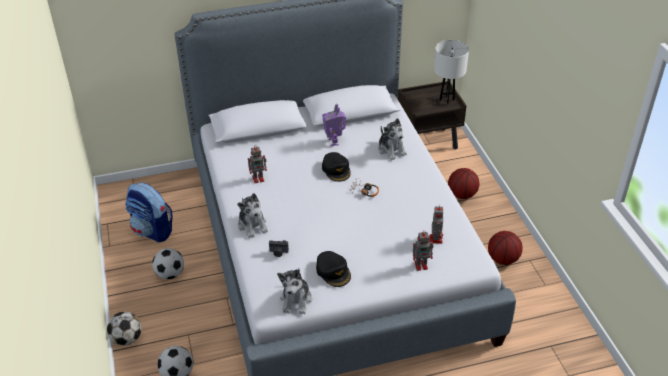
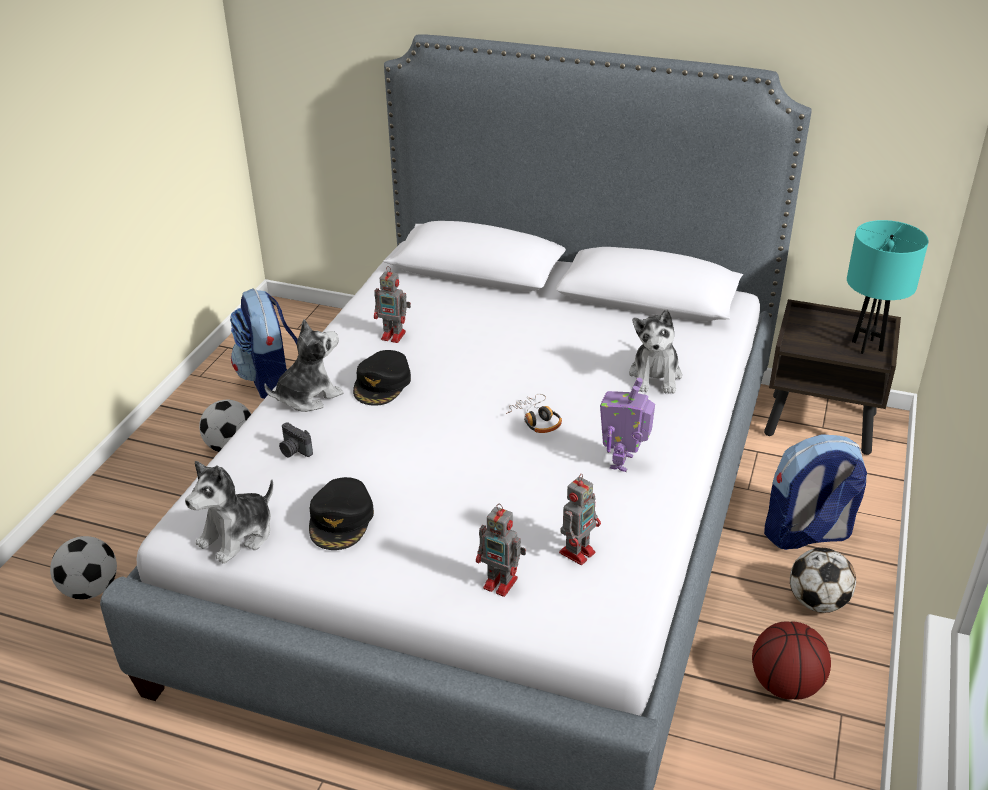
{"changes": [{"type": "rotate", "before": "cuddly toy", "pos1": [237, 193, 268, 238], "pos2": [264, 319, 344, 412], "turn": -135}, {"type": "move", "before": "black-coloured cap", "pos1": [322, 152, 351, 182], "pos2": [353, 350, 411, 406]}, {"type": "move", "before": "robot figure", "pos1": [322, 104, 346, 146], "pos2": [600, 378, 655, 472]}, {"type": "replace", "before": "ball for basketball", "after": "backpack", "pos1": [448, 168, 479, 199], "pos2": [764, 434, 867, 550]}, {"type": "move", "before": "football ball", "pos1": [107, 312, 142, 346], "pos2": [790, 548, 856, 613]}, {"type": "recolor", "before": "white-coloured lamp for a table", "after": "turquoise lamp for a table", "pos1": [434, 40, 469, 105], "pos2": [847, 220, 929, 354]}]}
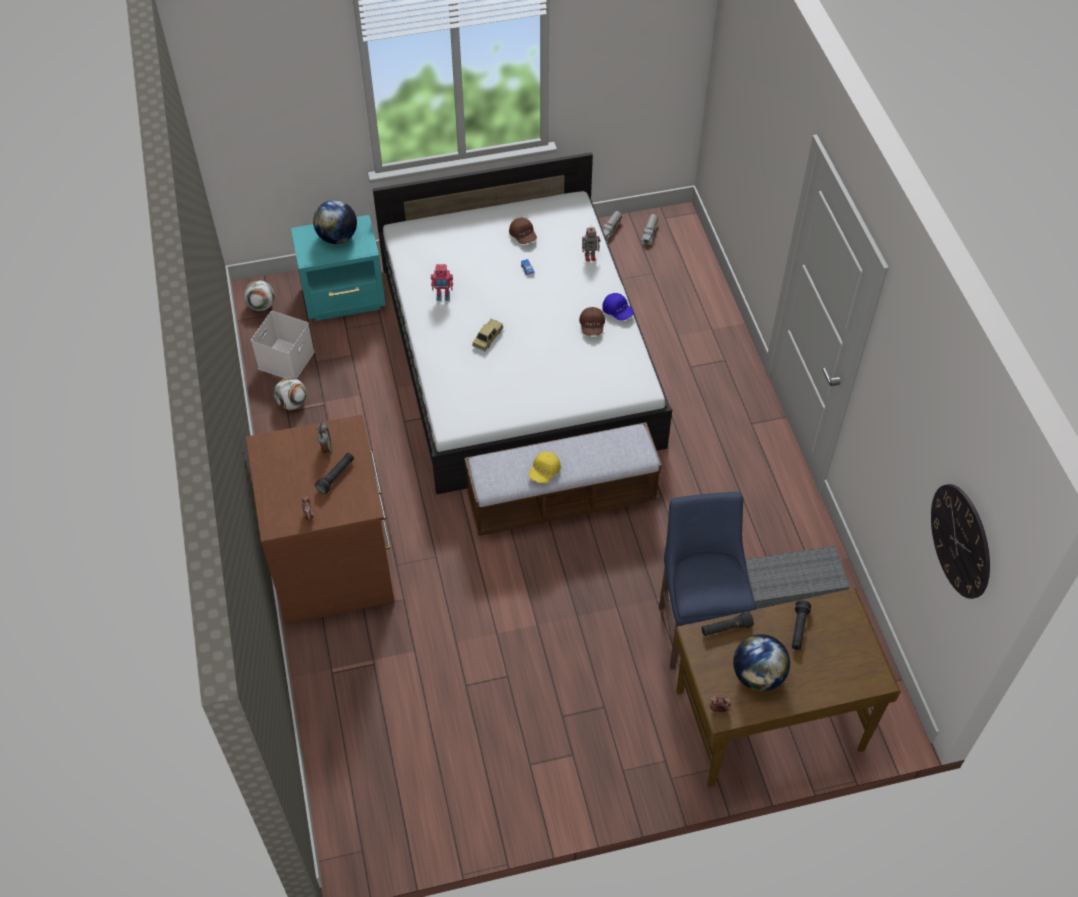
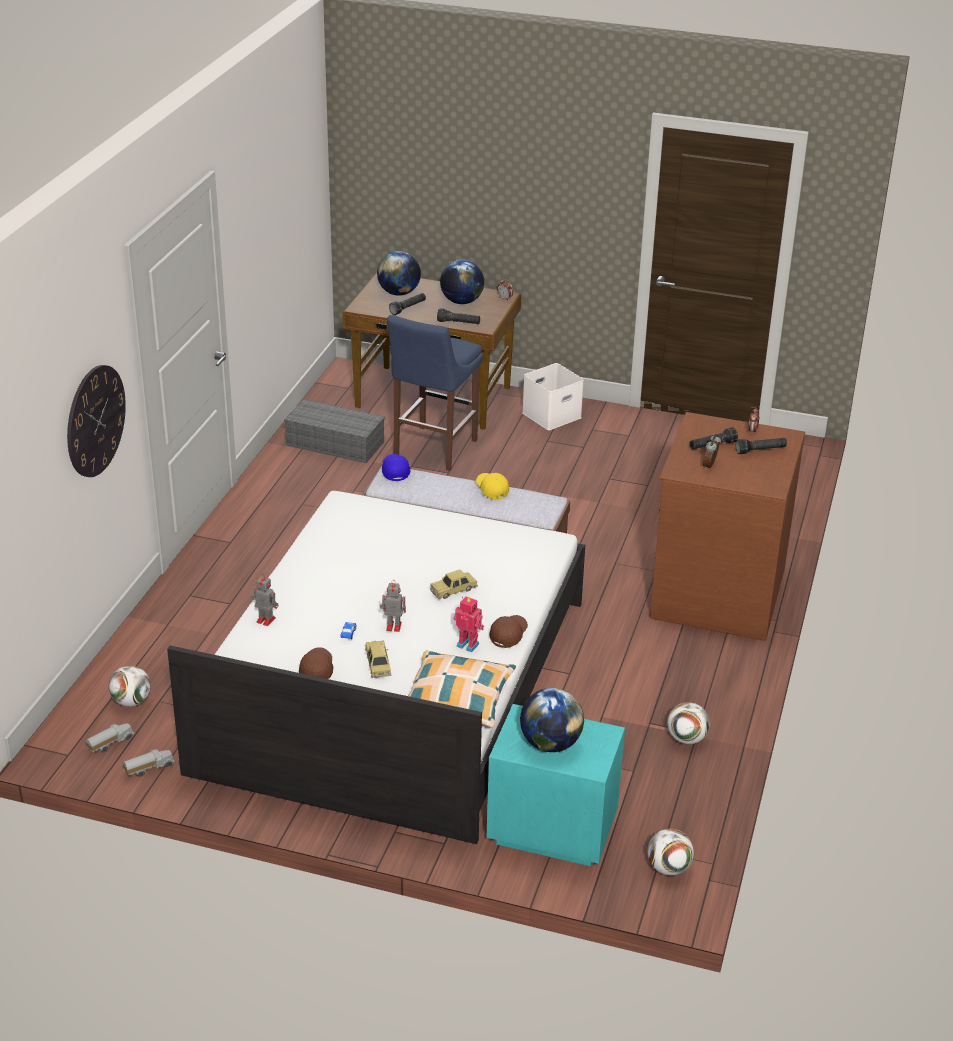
{"changes": [{"type": "move", "before": "clock on the wall", "pos1": [931, 484, 990, 599], "pos2": [67, 365, 126, 477]}, {"type": "insert", "after": "football ball", "pos2": [109, 665, 151, 707]}, {"type": "insert", "after": "model car", "pos2": [365, 641, 391, 678]}, {"type": "insert", "after": "globe", "pos2": [377, 251, 421, 296]}, {"type": "insert", "after": "robot figure", "pos2": [380, 580, 406, 632]}, {"type": "move", "before": "bluish cap", "pos1": [602, 293, 634, 321], "pos2": [382, 454, 411, 481]}, {"type": "insert", "after": "throw pillow", "pos2": [408, 650, 516, 728]}, {"type": "rotate", "before": "yellow cap", "pos1": [529, 452, 561, 484], "pos2": [476, 473, 509, 500], "turn": -90}, {"type": "move", "before": "brown-coloured cap", "pos1": [579, 307, 605, 336], "pos2": [489, 615, 528, 648]}, {"type": "move", "before": "white-coloured storage box", "pos1": [251, 311, 315, 379], "pos2": [522, 363, 584, 430]}, {"type": "insert", "after": "black-coloured torch", "pos2": [736, 438, 787, 454]}]}
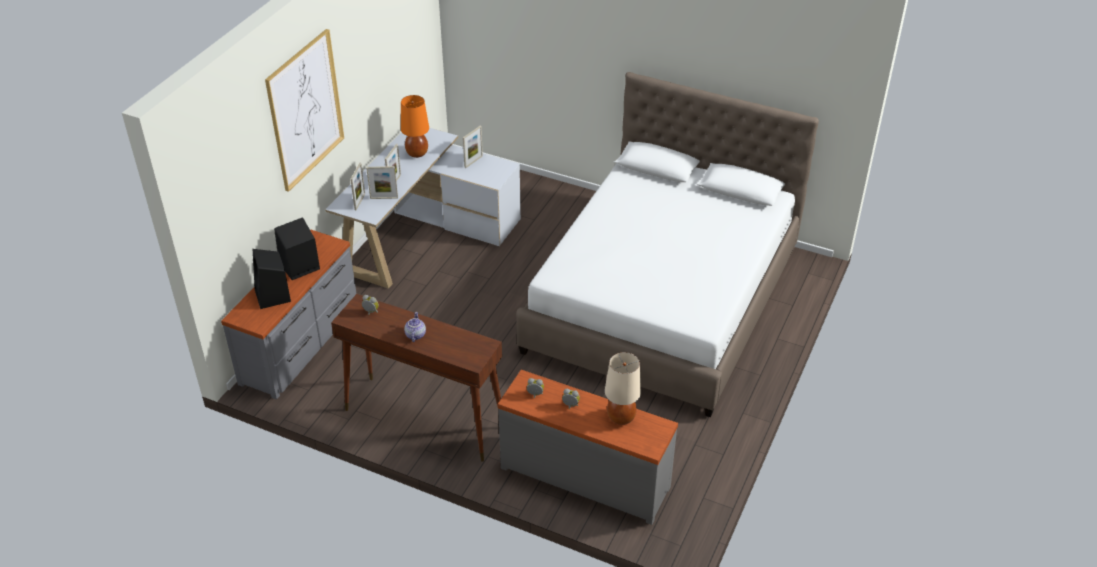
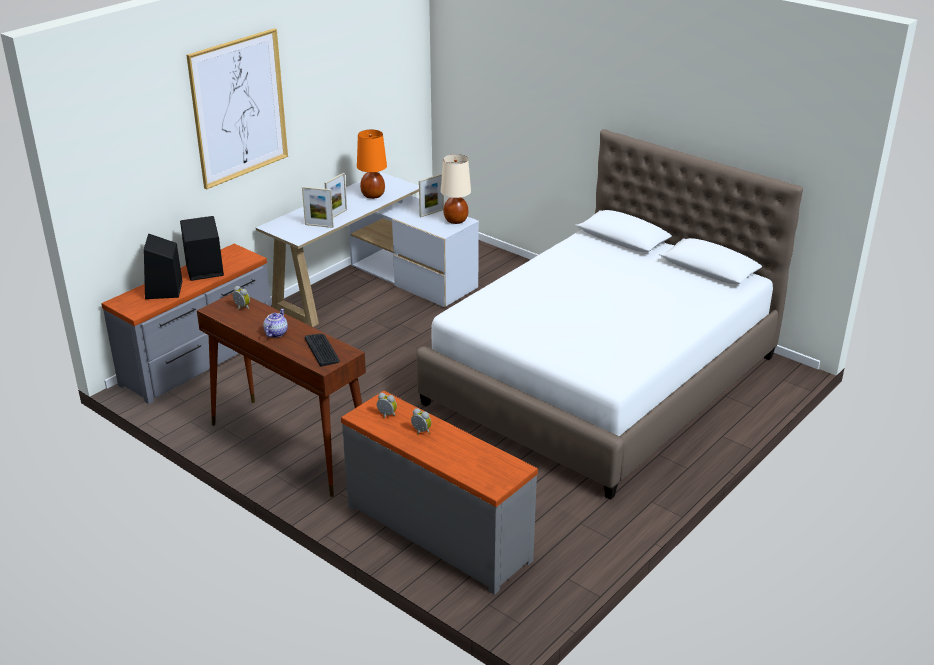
{"changes": [{"type": "insert", "after": "keyboard", "pos2": [305, 334, 340, 367]}, {"type": "move", "before": "beige lamp for a table", "pos1": [605, 352, 641, 425], "pos2": [441, 154, 471, 224]}, {"type": "delete", "before": "photo frame", "pos1": [350, 163, 365, 210]}]}
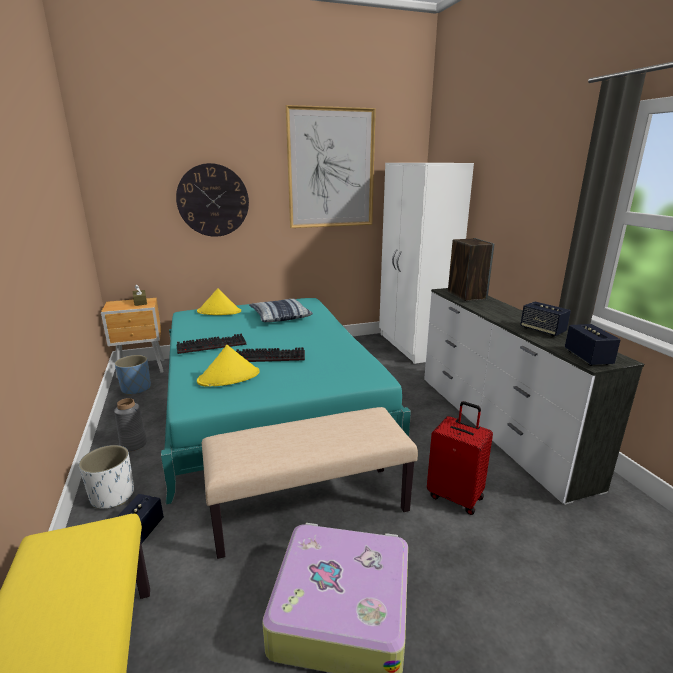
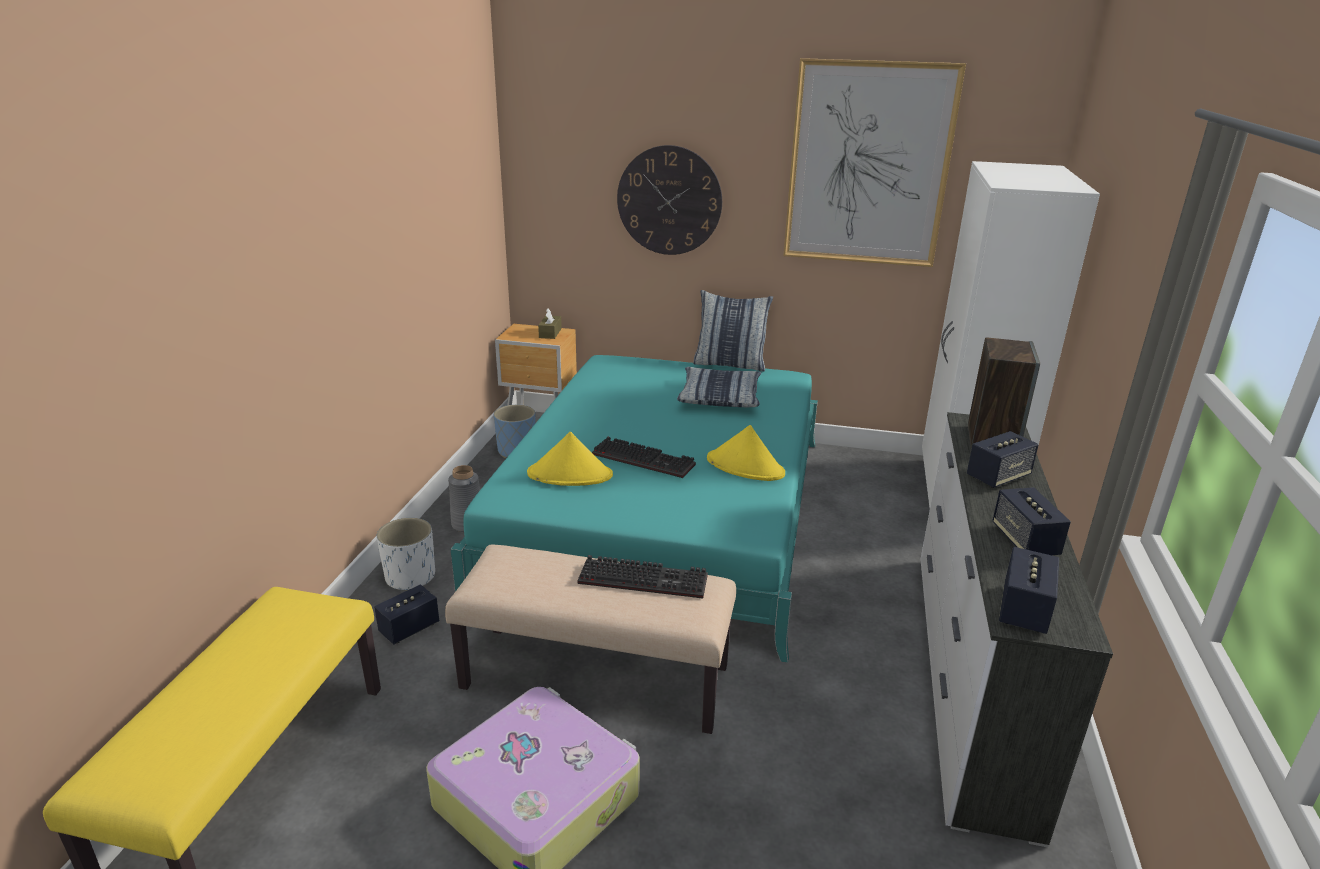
{"changes": [{"type": "move", "before": "keyboard", "pos1": [176, 334, 246, 354], "pos2": [577, 555, 708, 599]}, {"type": "insert", "after": "throw pillow", "pos2": [693, 290, 773, 372]}, {"type": "move", "before": "yellow wearable hat", "pos1": [197, 288, 241, 315], "pos2": [707, 425, 785, 481]}, {"type": "insert", "after": "audio speaker", "pos2": [967, 431, 1039, 488]}, {"type": "delete", "before": "reddish travel case", "pos1": [427, 401, 493, 515]}]}
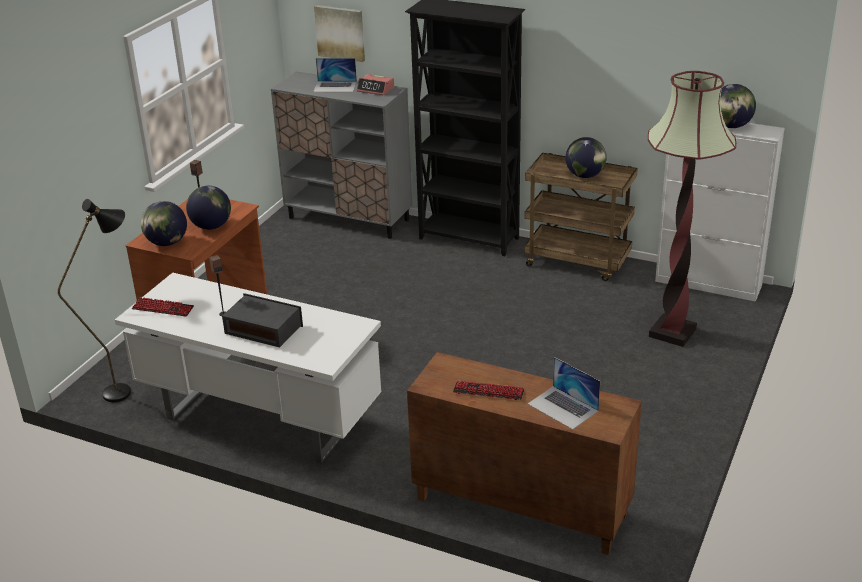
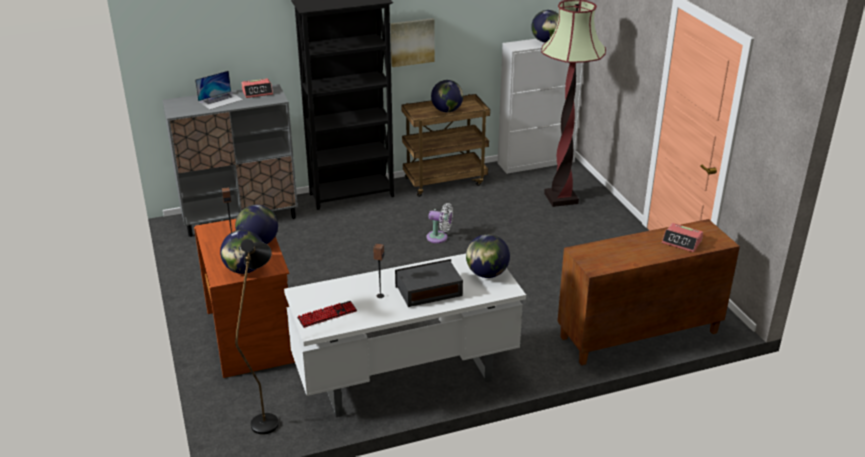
{"changes": [{"type": "move", "before": "wall art", "pos1": [314, 5, 365, 62], "pos2": [390, 18, 434, 67]}, {"type": "insert", "after": "white-coloured electric fan", "pos2": [426, 203, 453, 243]}, {"type": "insert", "after": "globe", "pos2": [466, 234, 510, 278]}, {"type": "replace", "before": "portable computer", "after": "bedside clock", "pos1": [527, 357, 600, 430], "pos2": [662, 223, 703, 252]}, {"type": "delete", "before": "keyboard", "pos1": [453, 380, 524, 400]}]}
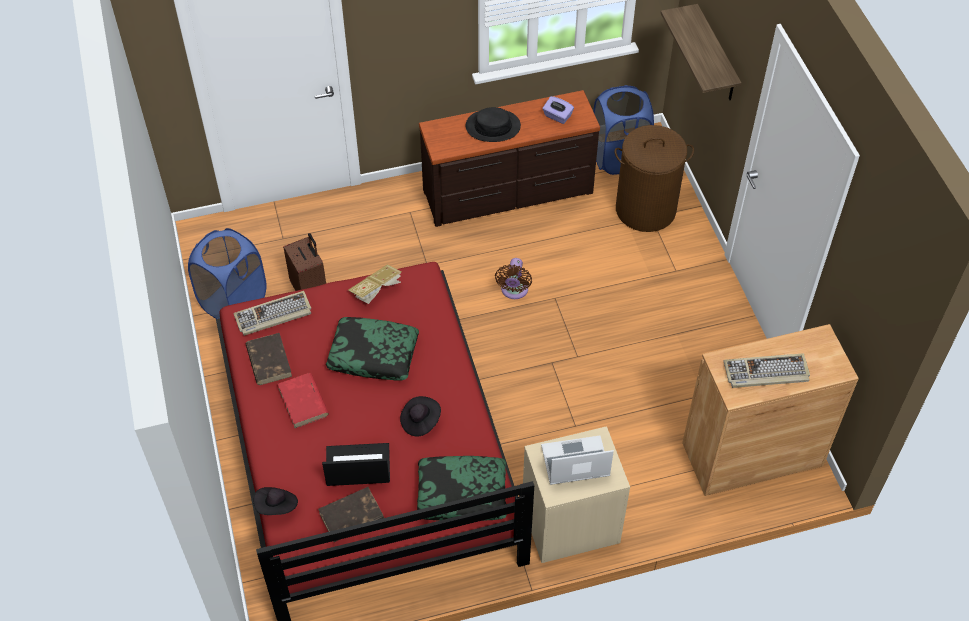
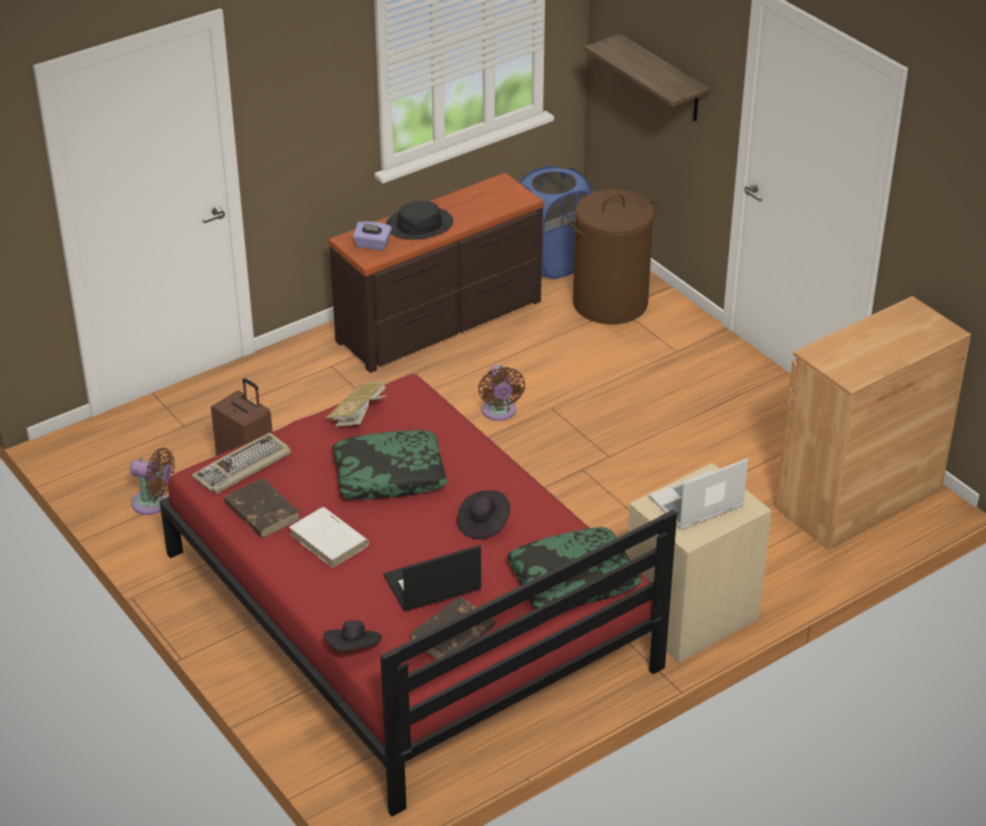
{"changes": [{"type": "replace", "before": "bluish hamper", "after": "brown-coloured electric fan", "pos1": [188, 228, 267, 319], "pos2": [130, 448, 175, 515]}, {"type": "recolor", "before": "reddish bound book", "after": "white-coloured bound book", "pos1": [278, 373, 329, 428], "pos2": [289, 507, 369, 568]}, {"type": "move", "before": "purple box of tissues", "pos1": [542, 96, 574, 124], "pos2": [353, 221, 392, 250]}, {"type": "delete", "before": "keyboard", "pos1": [723, 353, 810, 388]}]}
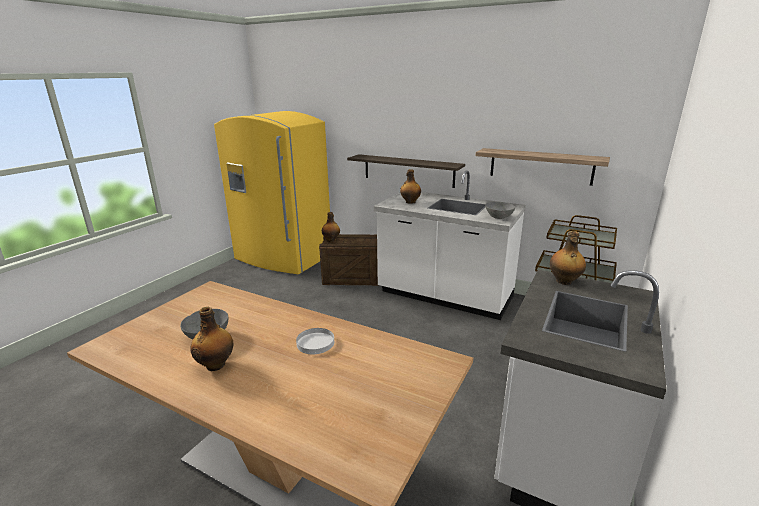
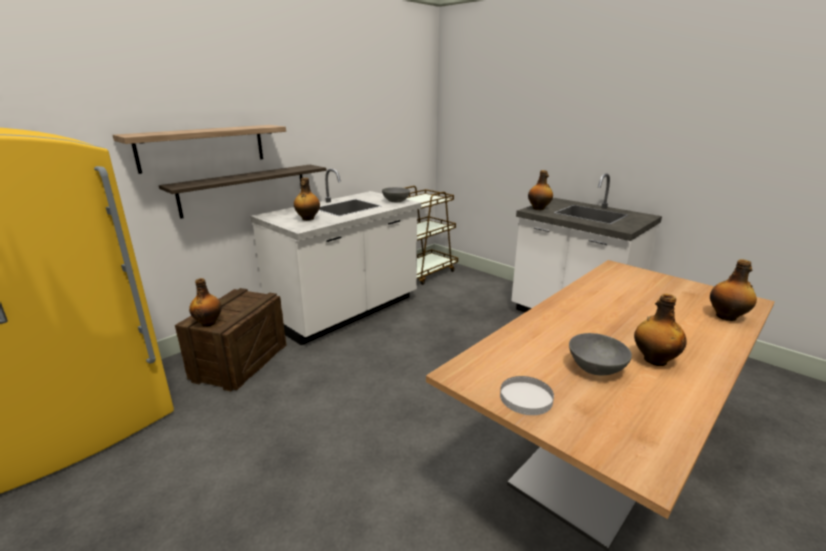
{"changes": [{"type": "move", "before": "shelf", "pos1": [476, 148, 610, 186], "pos2": [113, 125, 286, 174]}, {"type": "move", "before": "white-coloured flat dish", "pos1": [296, 328, 334, 354], "pos2": [500, 376, 554, 415]}, {"type": "insert", "after": "bottle", "pos2": [710, 259, 757, 321]}]}
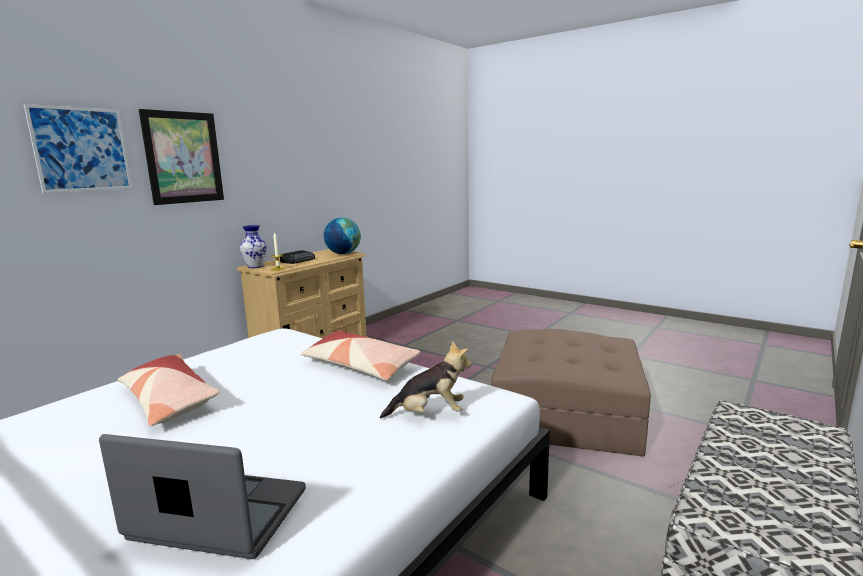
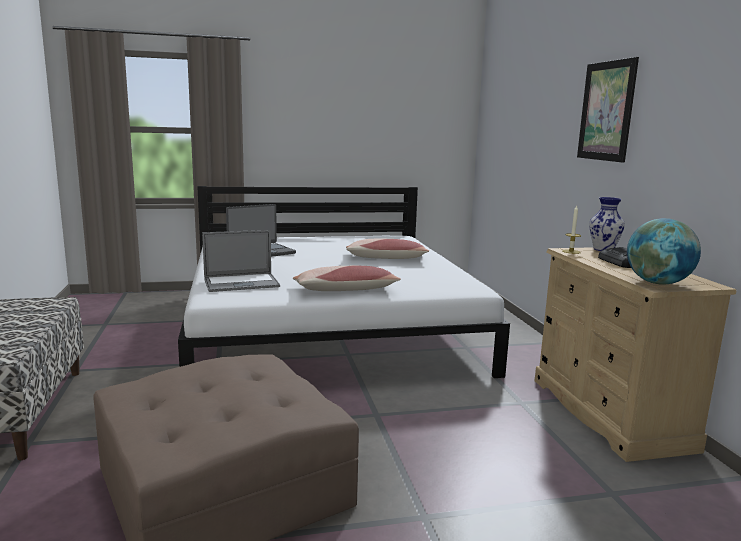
{"changes": [{"type": "replace", "before": "cuddly toy", "after": "portable computer", "pos1": [380, 341, 472, 419], "pos2": [202, 230, 280, 292]}, {"type": "delete", "before": "wall art", "pos1": [24, 104, 132, 193]}]}
